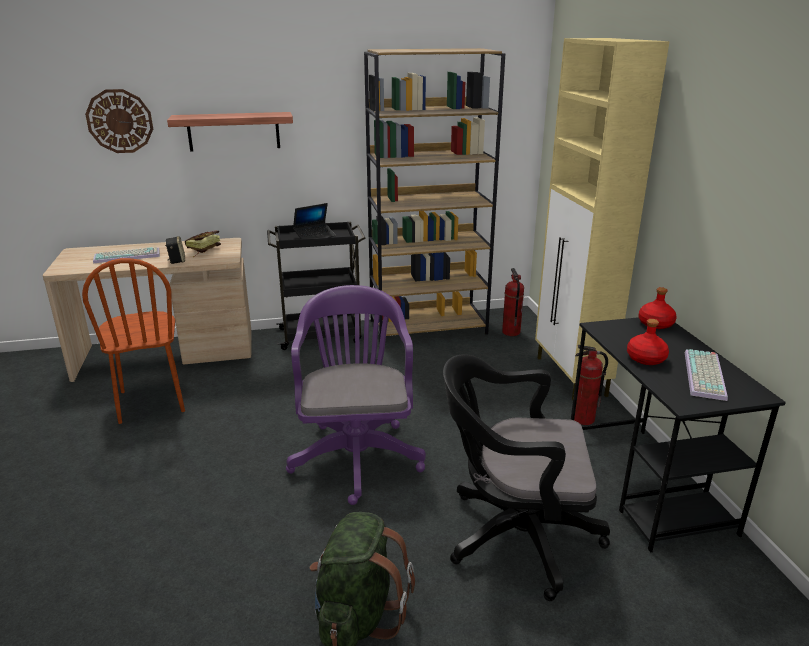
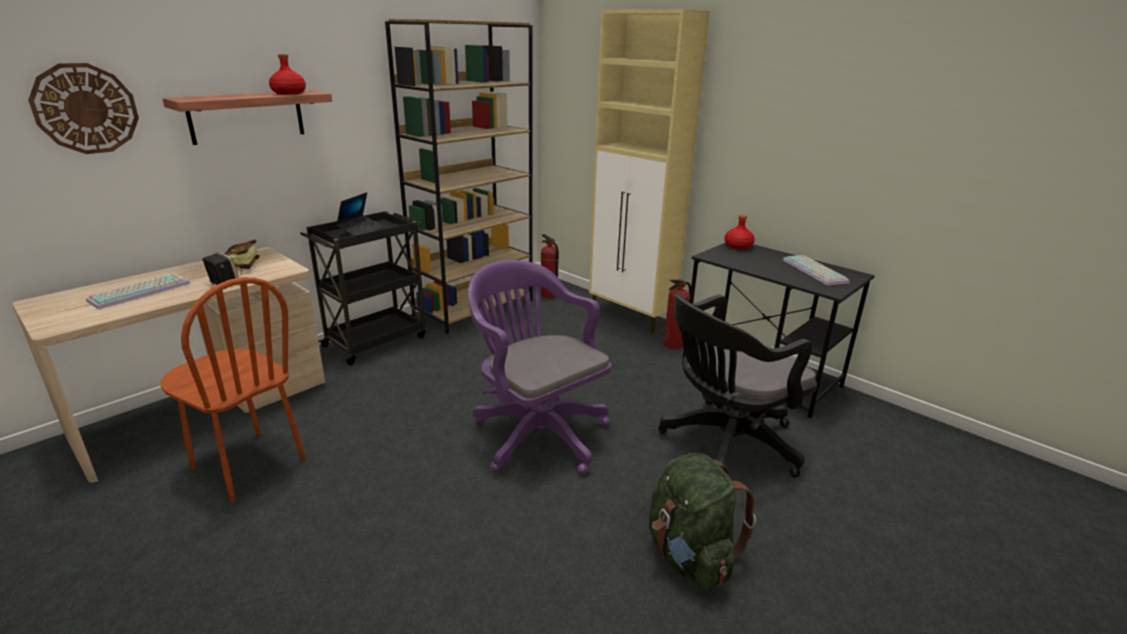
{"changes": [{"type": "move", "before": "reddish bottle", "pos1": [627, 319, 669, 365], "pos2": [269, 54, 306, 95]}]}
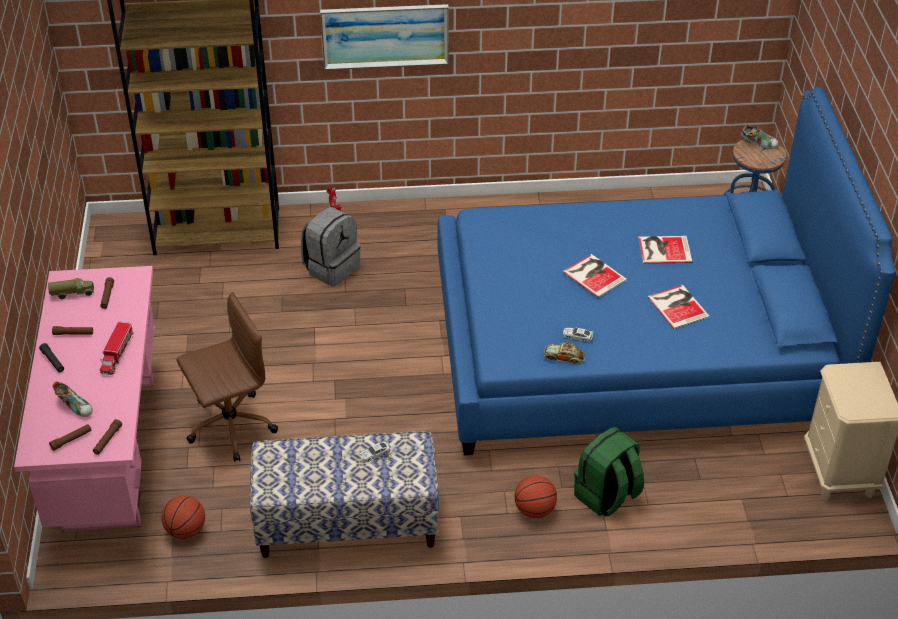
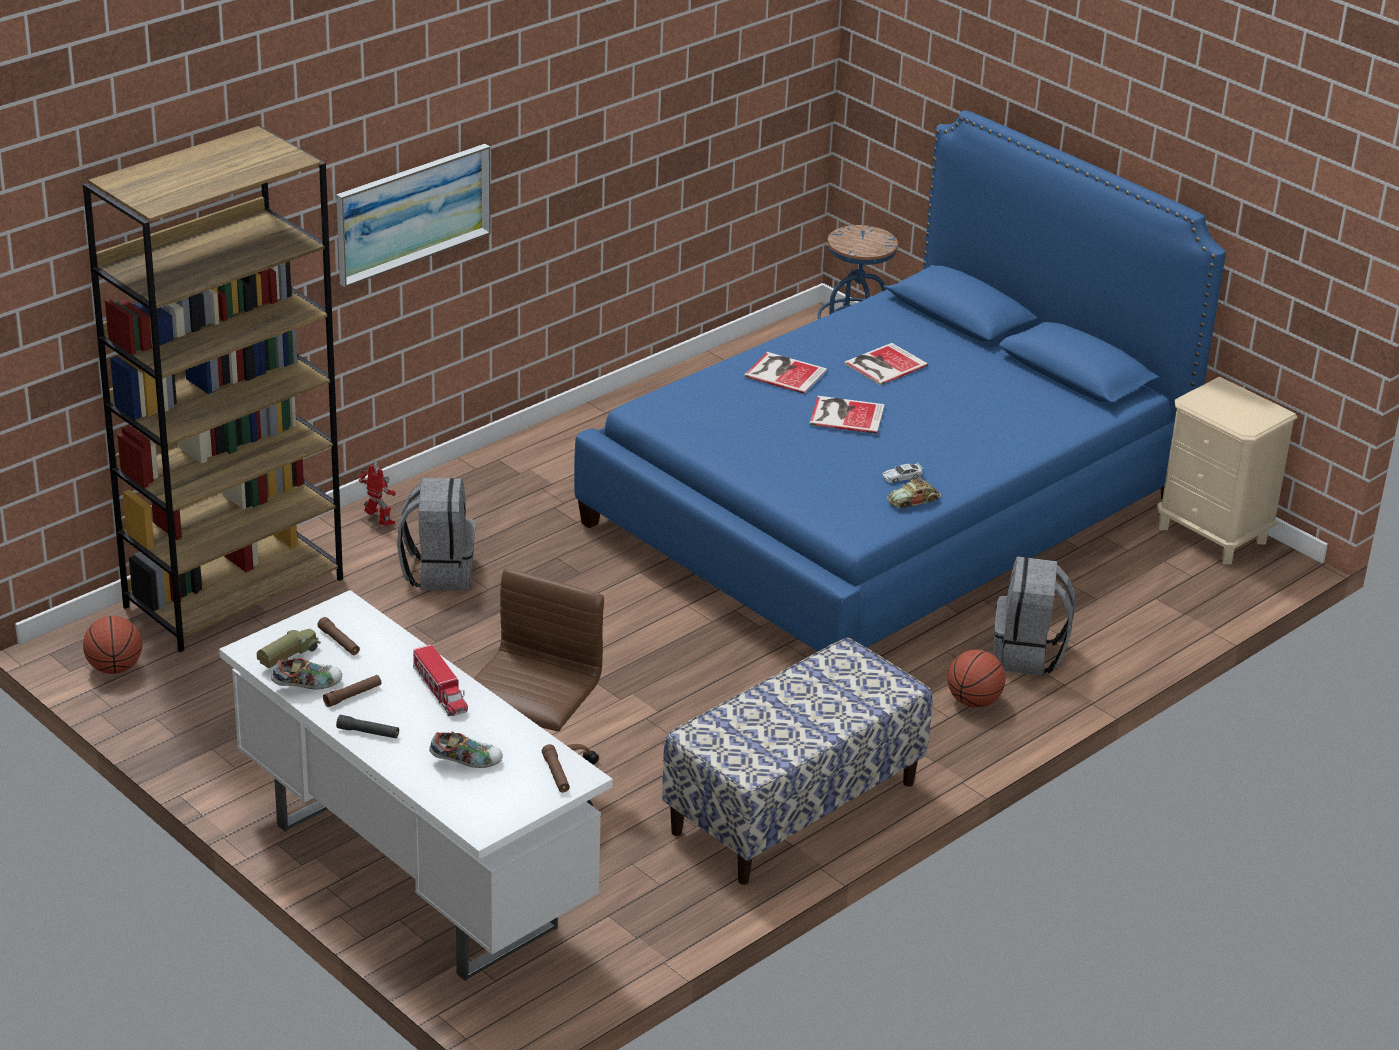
{"changes": [{"type": "move", "before": "ball for basketball", "pos1": [161, 496, 205, 539], "pos2": [83, 616, 142, 674]}, {"type": "recolor", "before": "pink desk unit", "after": "white-coloured desk unit", "pos1": [14, 266, 155, 531], "pos2": [219, 590, 613, 981]}, {"type": "move", "before": "item of footwear", "pos1": [741, 125, 779, 149], "pos2": [271, 658, 342, 689]}, {"type": "move", "before": "bound book", "pos1": [648, 285, 710, 329], "pos2": [744, 352, 827, 394]}, {"type": "recolor", "before": "green-coloured backpack", "after": "grey backpack", "pos1": [574, 427, 644, 516], "pos2": [993, 557, 1075, 676]}, {"type": "delete", "before": "brown-coloured torch", "pos1": [49, 424, 92, 451]}, {"type": "delete", "before": "model car", "pos1": [359, 440, 391, 462]}]}
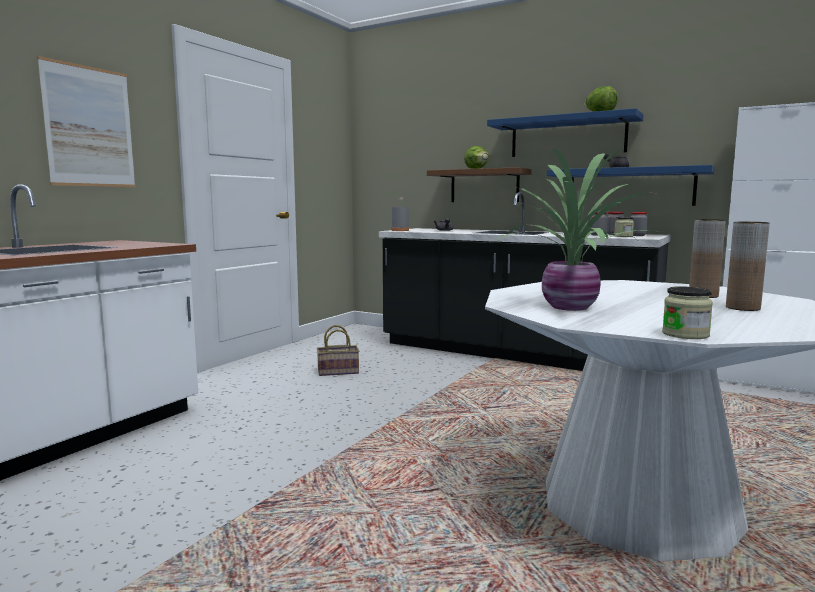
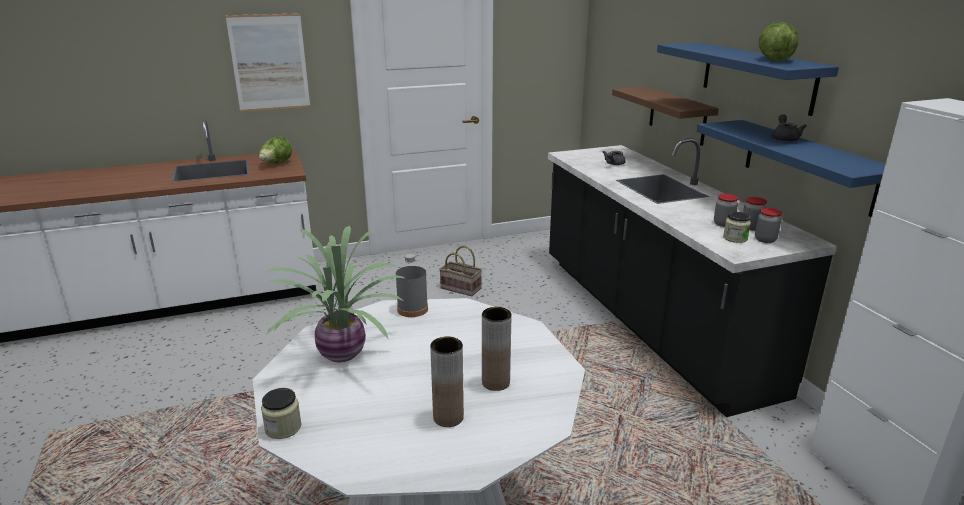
{"changes": [{"type": "move", "before": "lettuce", "pos1": [464, 146, 489, 169], "pos2": [259, 136, 292, 164]}, {"type": "move", "before": "grey bottle", "pos1": [392, 197, 409, 231], "pos2": [396, 254, 428, 317]}]}
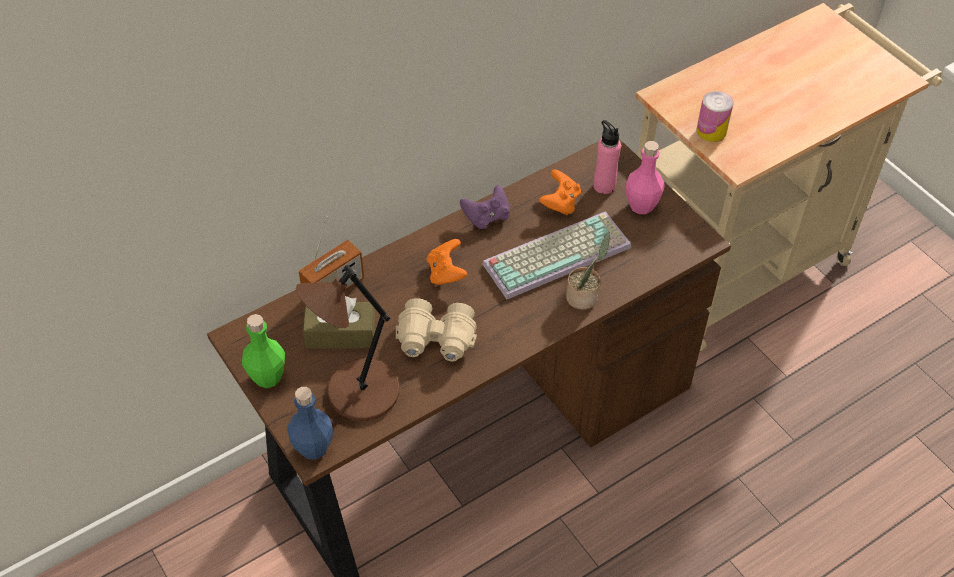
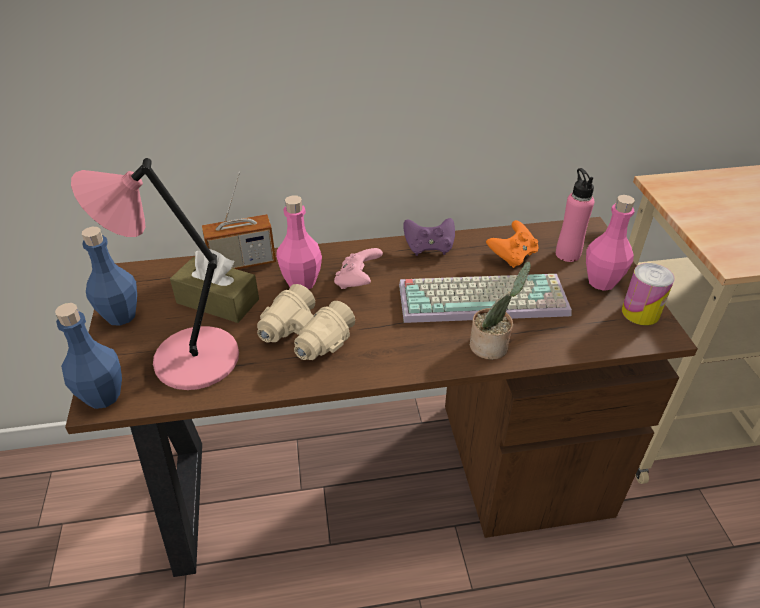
{"changes": [{"type": "recolor", "before": "brown-coloured lamp for a table", "after": "pink lamp for a table", "pos1": [296, 265, 400, 421], "pos2": [71, 158, 239, 390]}, {"type": "recolor", "before": "green-coloured bottle", "after": "bluish bottle", "pos1": [242, 314, 285, 388], "pos2": [82, 227, 137, 326]}, {"type": "insert", "after": "pink bottle", "pos2": [276, 195, 322, 289]}, {"type": "recolor", "before": "orange-coloured gamepad", "after": "pink gamepad", "pos1": [427, 239, 468, 285], "pos2": [334, 248, 383, 289]}, {"type": "move", "before": "can", "pos1": [697, 91, 734, 142], "pos2": [622, 263, 675, 325]}]}
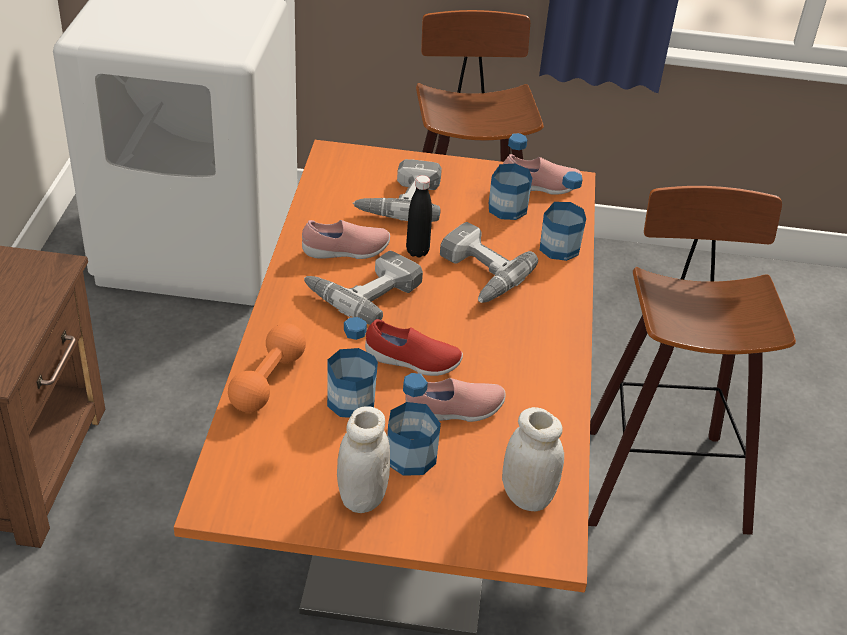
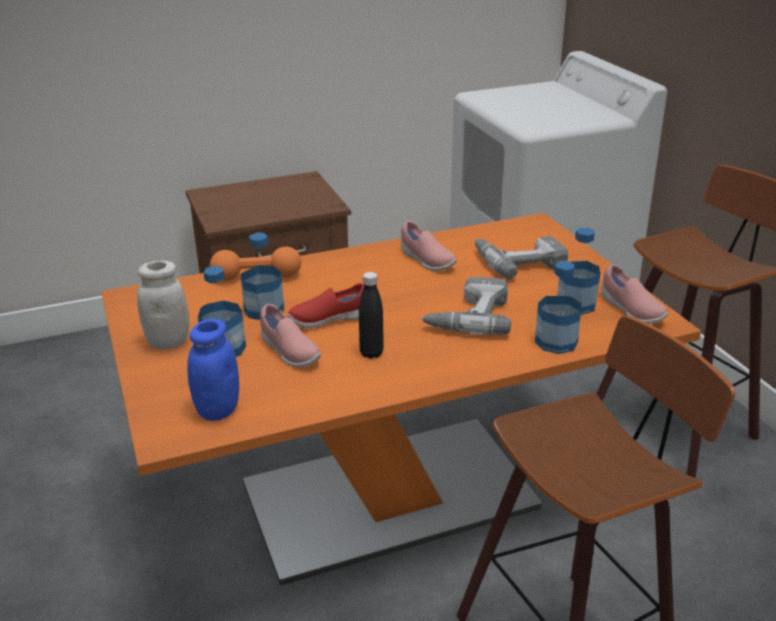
{"changes": [{"type": "recolor", "before": "white-coloured preserve jar", "after": "bluish preserve jar", "pos1": [502, 407, 564, 511], "pos2": [187, 319, 239, 421]}, {"type": "rotate", "before": "reddish item of footwear", "pos1": [365, 319, 463, 376], "pos2": [287, 283, 364, 328], "turn": 90}, {"type": "move", "before": "black-coloured bottle", "pos1": [406, 175, 432, 258], "pos2": [359, 272, 384, 359]}, {"type": "delete", "before": "electric drill", "pos1": [304, 251, 423, 325]}]}
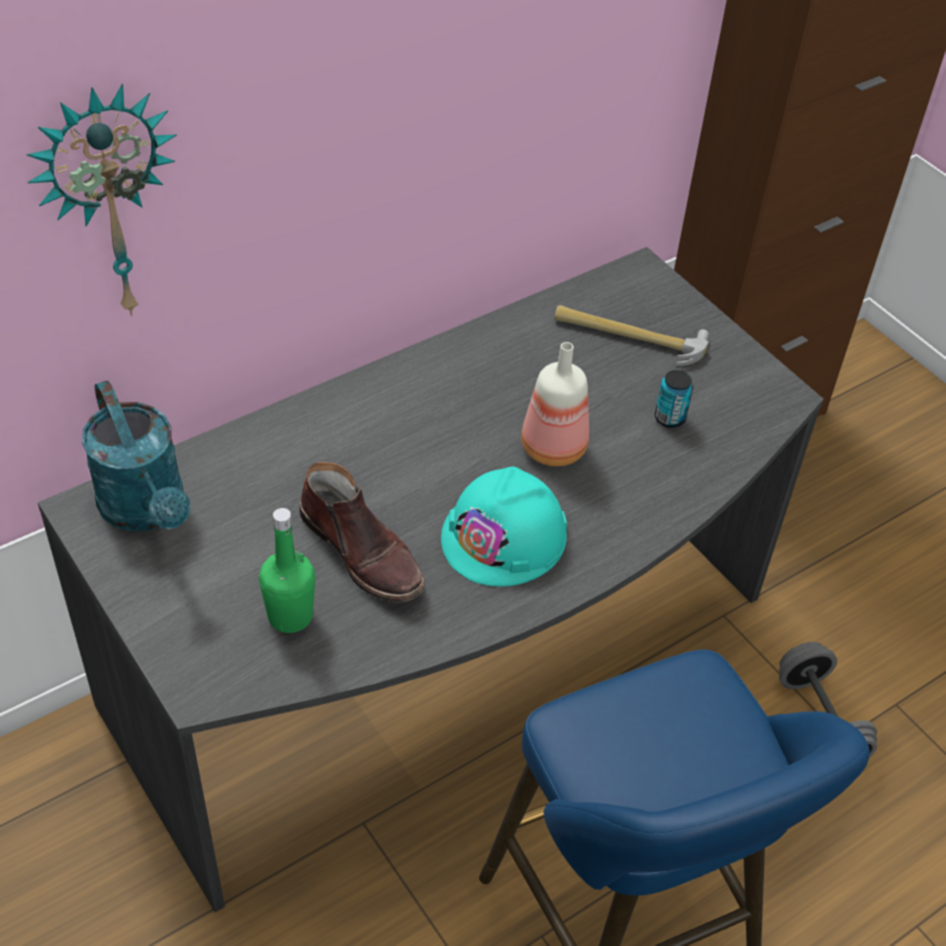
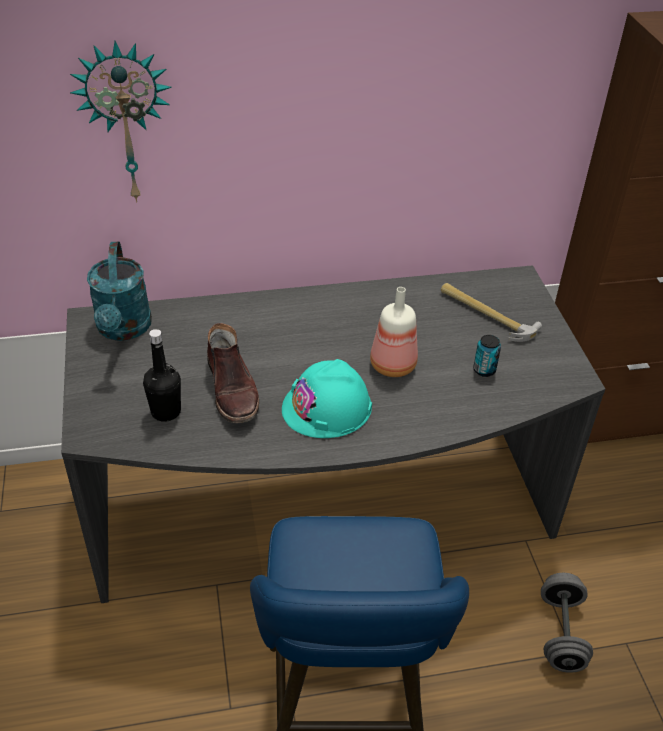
{"changes": [{"type": "recolor", "before": "green-coloured bottle", "after": "black-coloured bottle", "pos1": [259, 508, 315, 633], "pos2": [143, 329, 181, 422]}]}
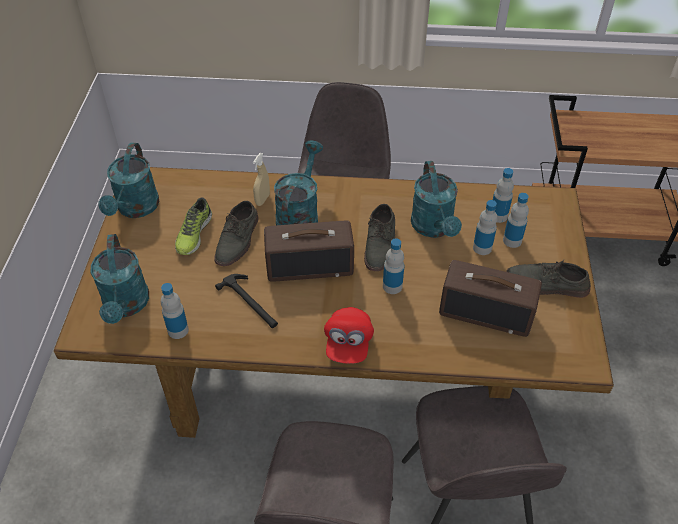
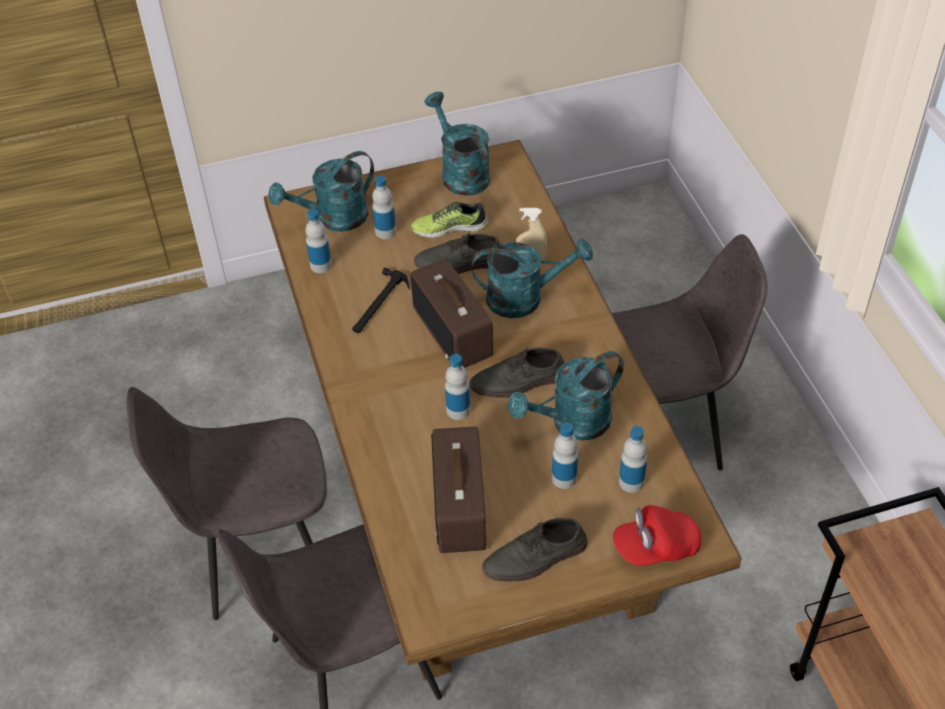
{"changes": [{"type": "move", "before": "bottle", "pos1": [503, 193, 529, 248], "pos2": [372, 175, 396, 239]}, {"type": "rotate", "before": "turquoise watering pot", "pos1": [98, 143, 160, 218], "pos2": [424, 92, 490, 196], "turn": 75}, {"type": "rotate", "before": "grey item of footwear", "pos1": [506, 259, 591, 298], "pos2": [482, 518, 587, 582], "turn": -105}, {"type": "move", "before": "reddish cap", "pos1": [324, 307, 374, 364], "pos2": [613, 505, 701, 566]}]}
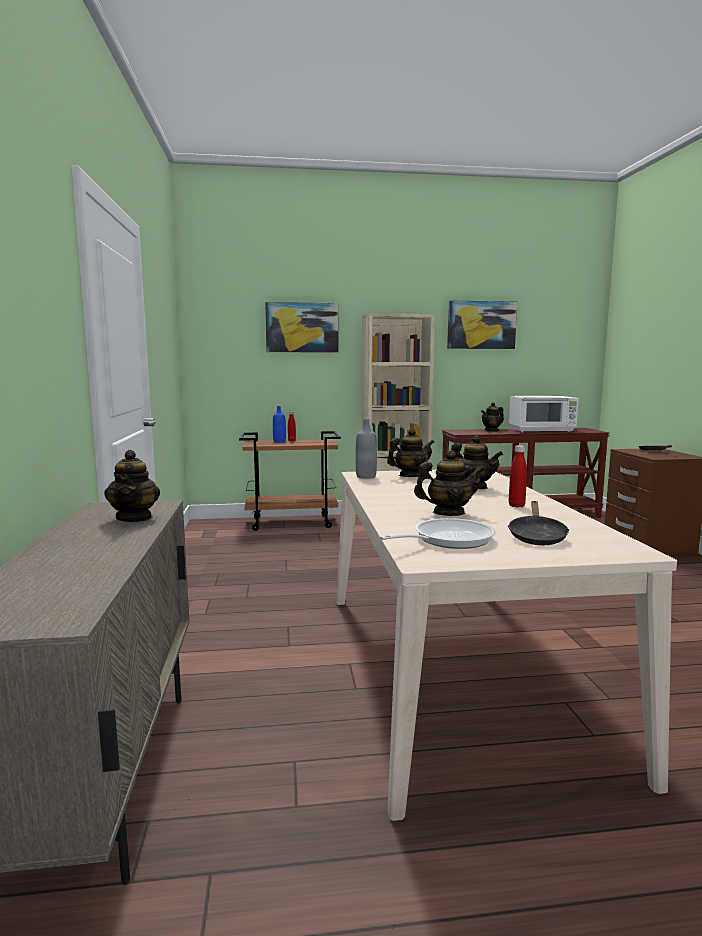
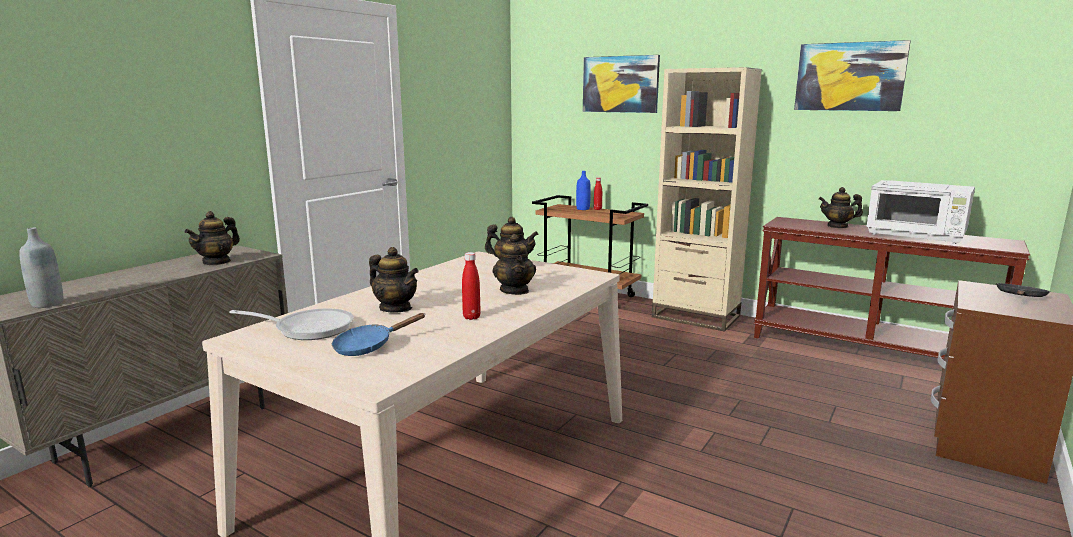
{"changes": [{"type": "move", "before": "grey bottle", "pos1": [355, 419, 377, 479], "pos2": [19, 228, 63, 308]}, {"type": "recolor", "before": "black-coloured pan", "after": "bluish pan", "pos1": [508, 501, 570, 545], "pos2": [332, 313, 425, 356]}]}
